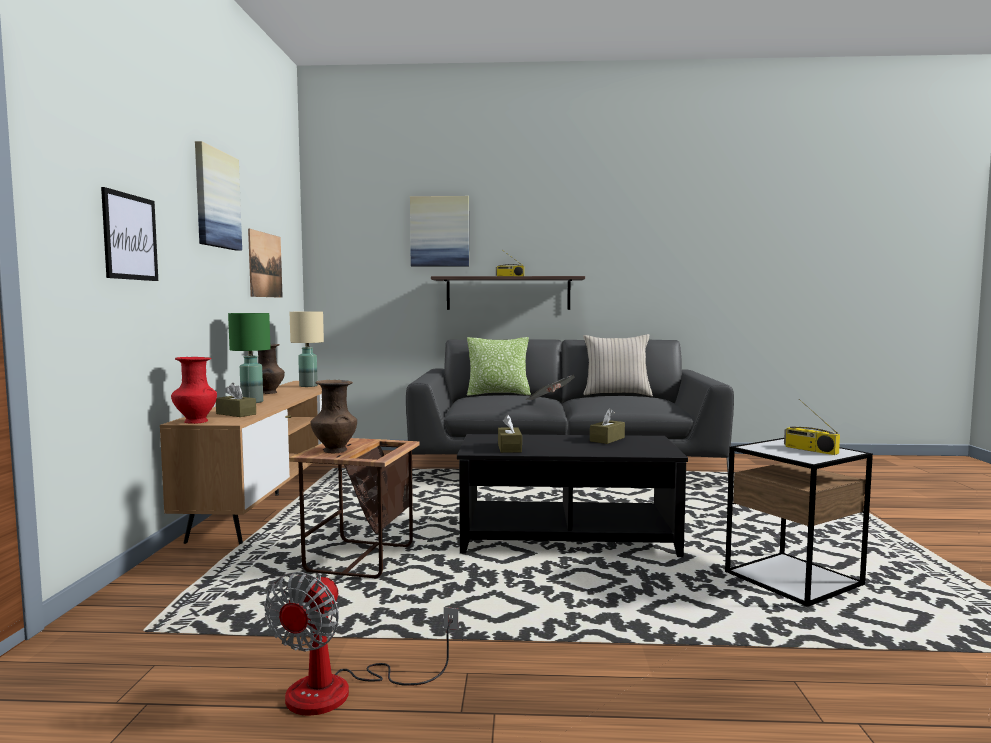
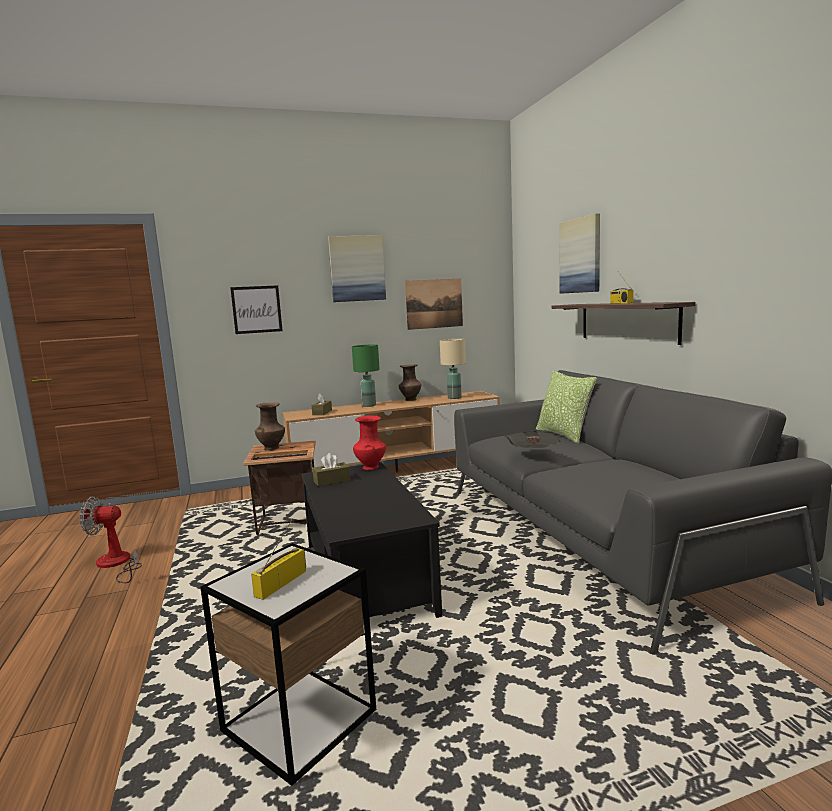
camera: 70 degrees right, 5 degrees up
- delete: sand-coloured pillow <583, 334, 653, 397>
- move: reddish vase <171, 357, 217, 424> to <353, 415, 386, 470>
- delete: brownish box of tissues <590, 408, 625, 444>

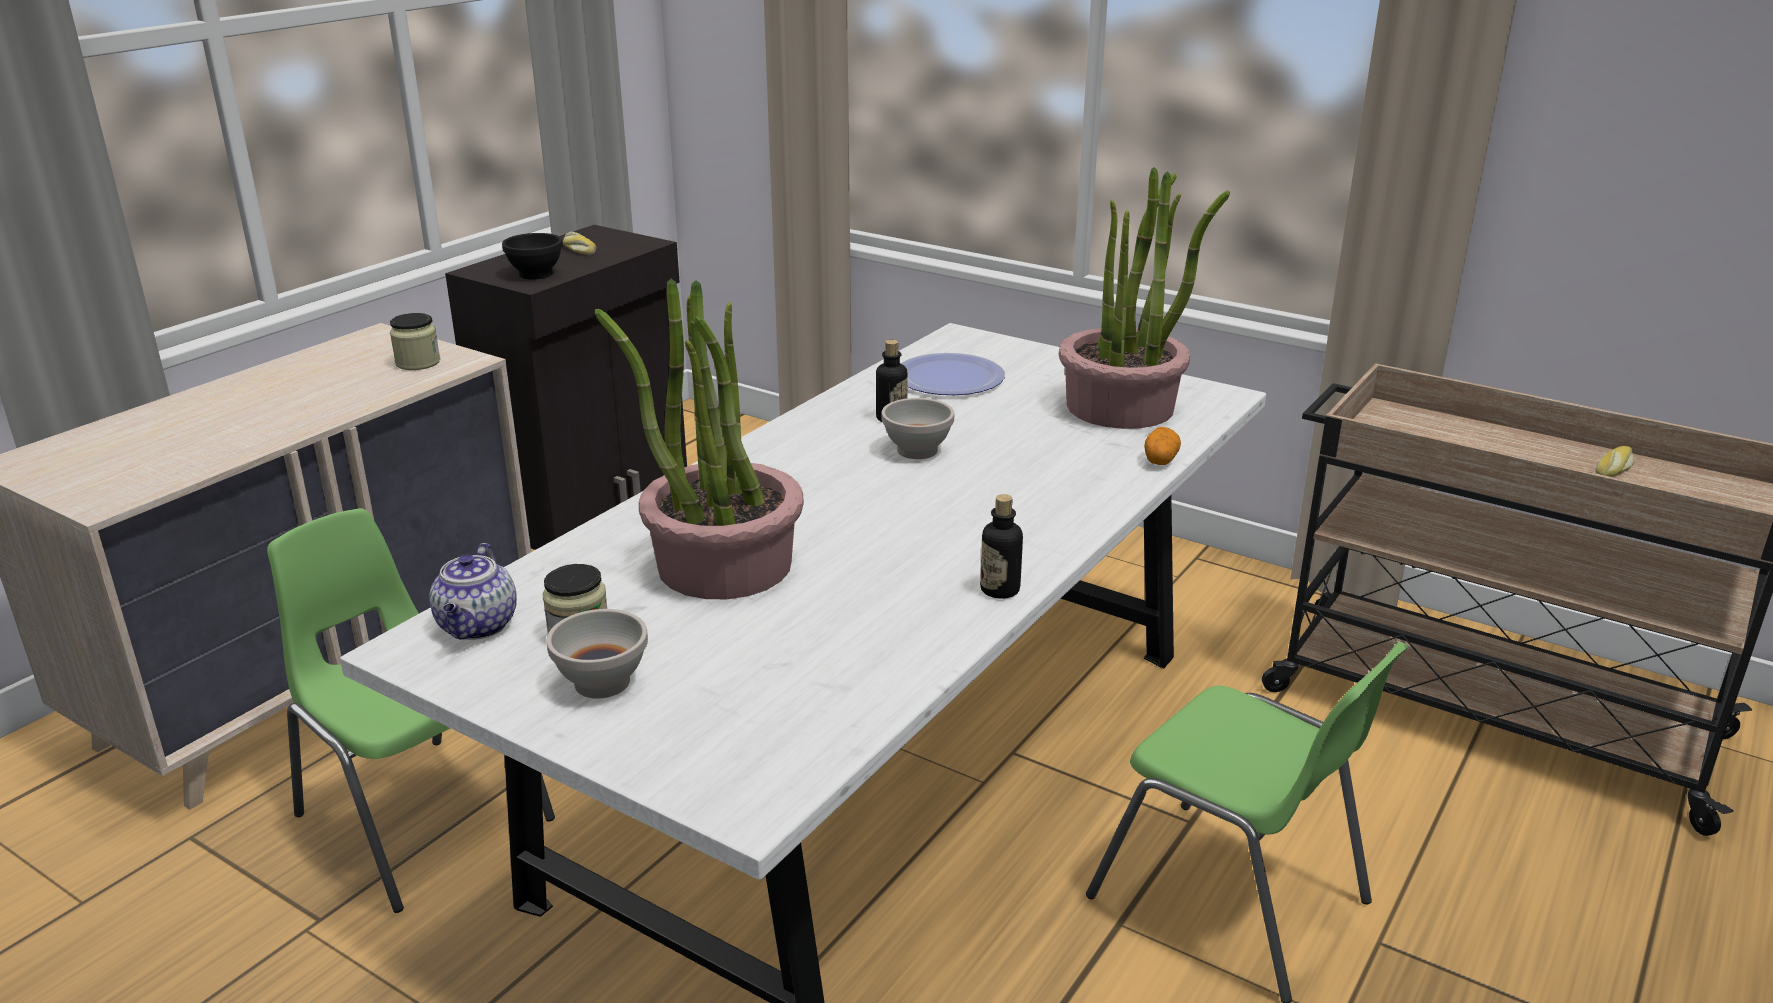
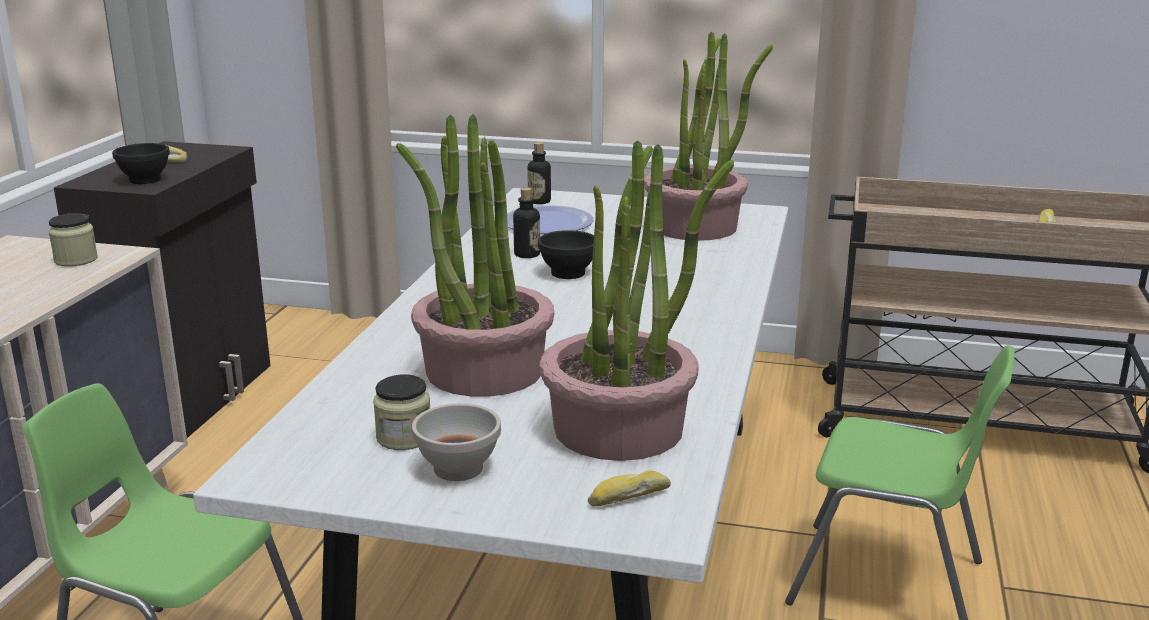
camera: 20 degrees left, 5 degrees down
- recolor: white deep dish <881, 398, 954, 459> to black deep dish <538, 230, 594, 279>
- delete: potato <1144, 427, 1181, 465>
- move: beverage bottle <980, 494, 1023, 599> to <527, 142, 551, 204>
- delete: tea pot <430, 543, 517, 640>
- insert: houseplant <540, 140, 734, 461>
- insert: bakery bread <588, 471, 671, 507>

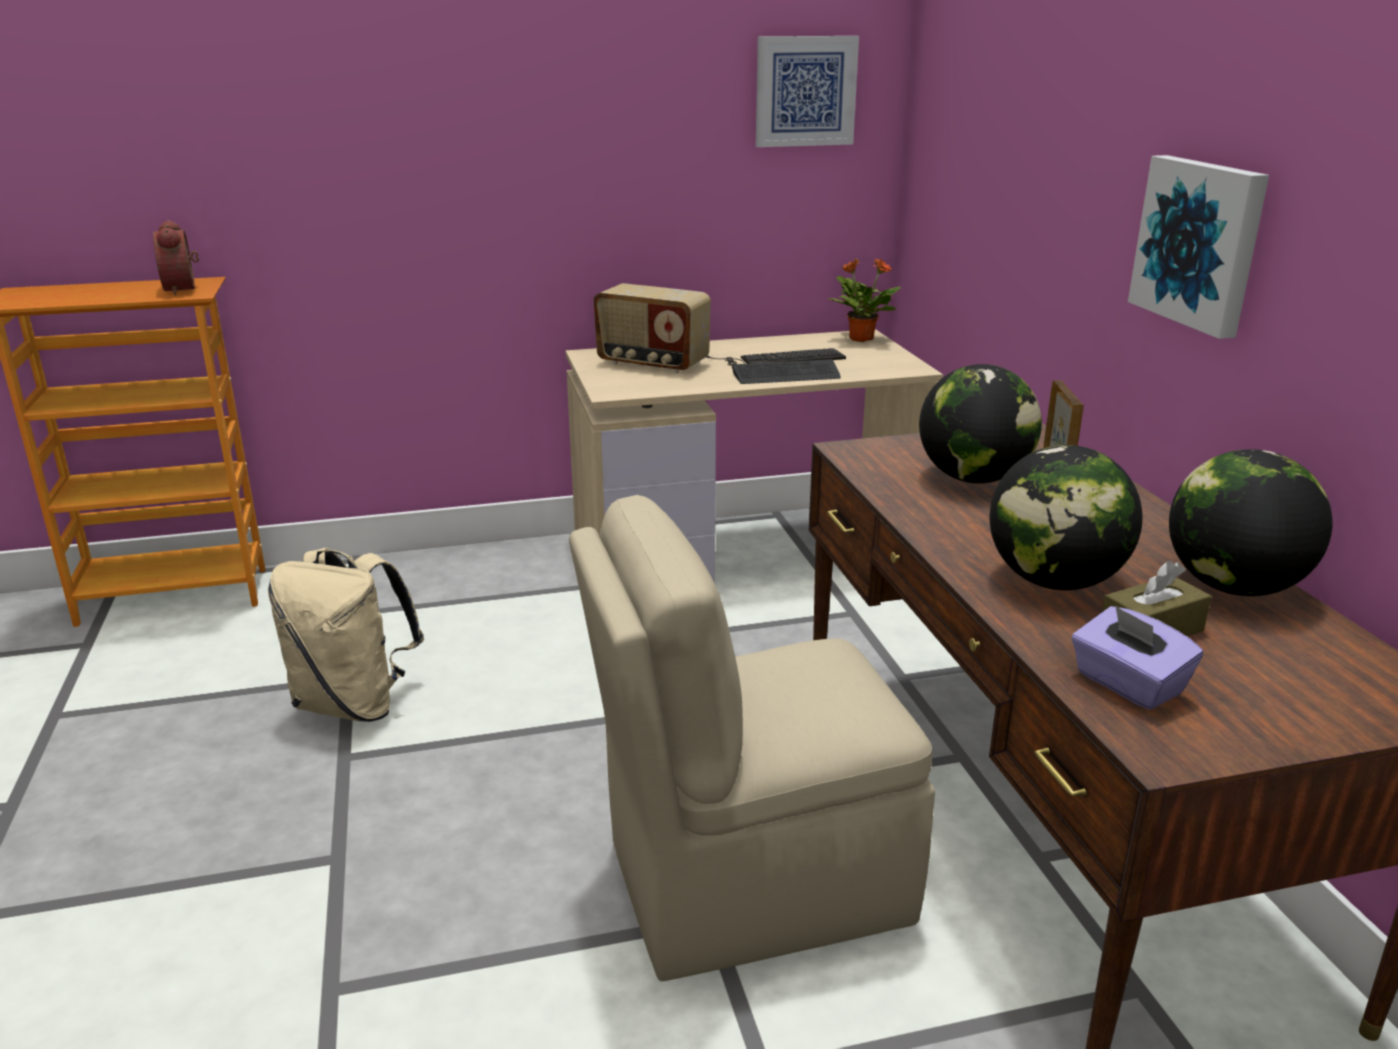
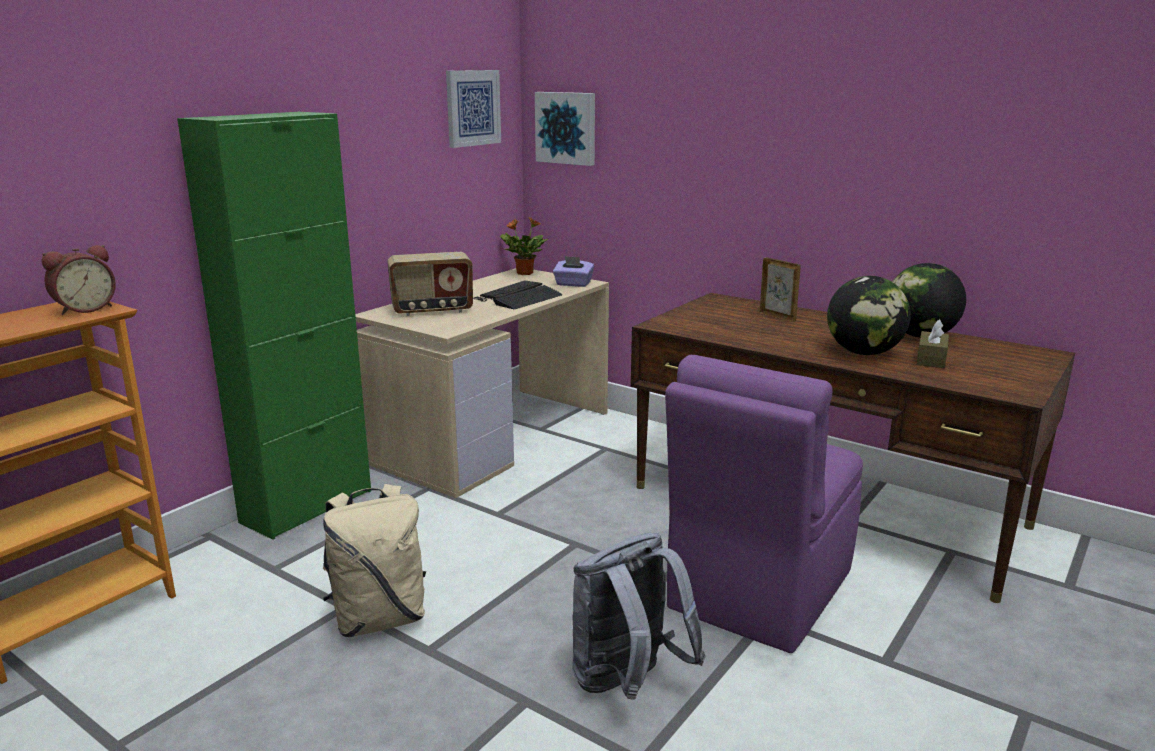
camera: 40 degrees left, 5 degrees down
- move: wall art <1128, 155, 1269, 339> to <535, 92, 595, 166>
- rotate: table clock <153, 220, 199, 295> = <42, 245, 116, 315> 75 degrees counterclockwise
- delete: world globe <919, 364, 1042, 484>
- recolor: sand-coloured chair <569, 495, 935, 981> to purplish chair <665, 355, 863, 653>
- move: purplish box of tissues <1071, 605, 1203, 710> to <553, 256, 594, 287>
- insert: green-coloured storage cabinet <177, 112, 371, 540>
- insert: greyish backpack <572, 533, 706, 700>

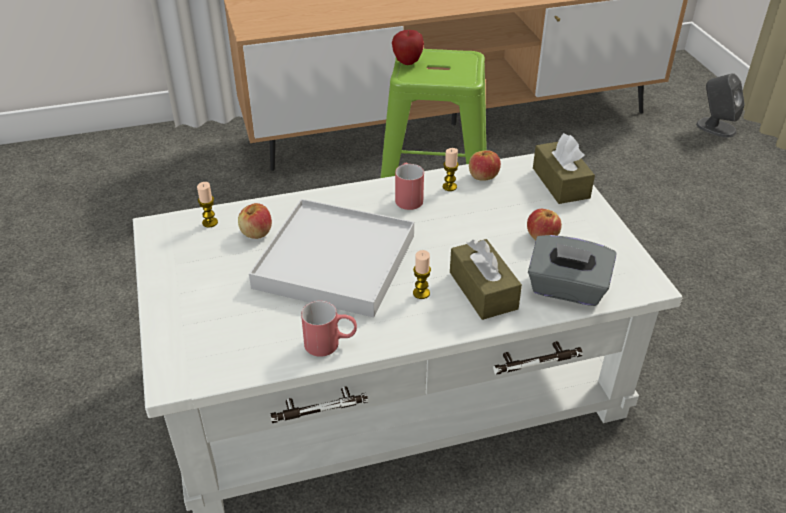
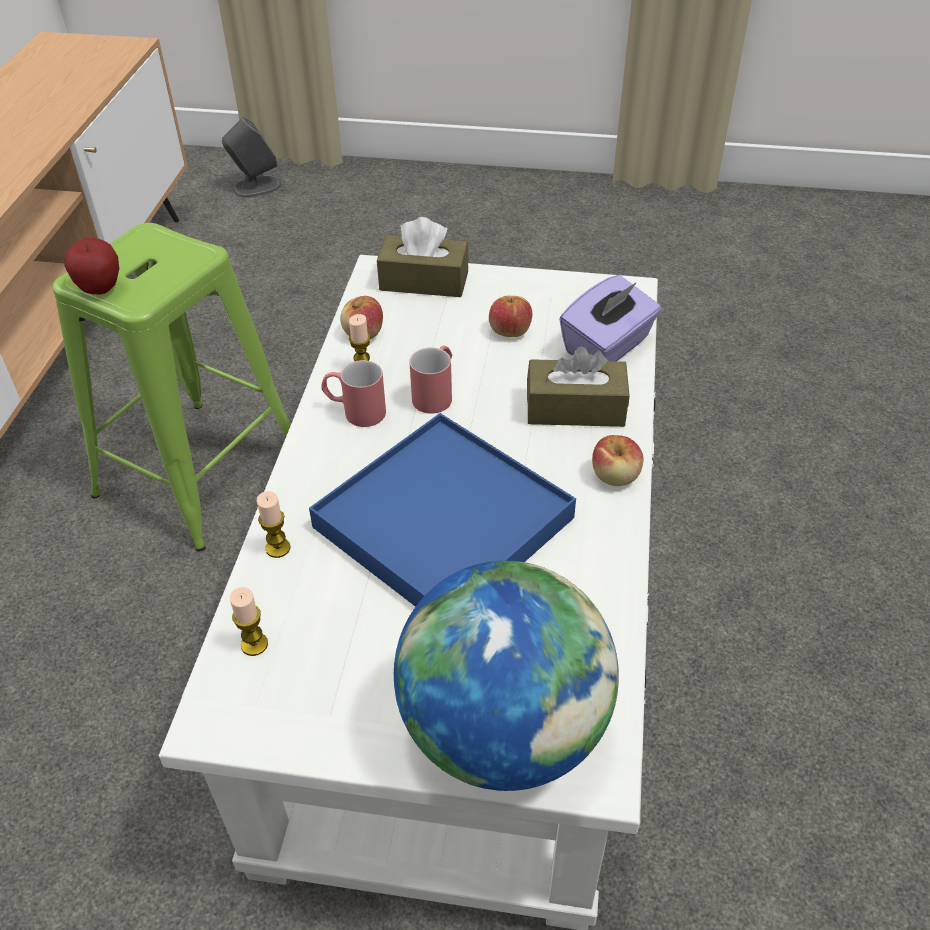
camera: 65 degrees left, 5 degrees up
- recolor: white serving tray <249, 199, 414, 318> to blue-coloured serving tray <309, 413, 576, 607>
- move: whole apple <238, 203, 272, 239> to <592, 435, 644, 486>
- recolor: greyish box of tissues <528, 235, 617, 306> to purplish box of tissues <559, 275, 661, 361>
- move: wax light <413, 250, 431, 299> to <257, 491, 290, 558>
- move: reddish mug <301, 301, 357, 357> to <409, 346, 452, 414>
- insert: world globe <394, 561, 619, 791>

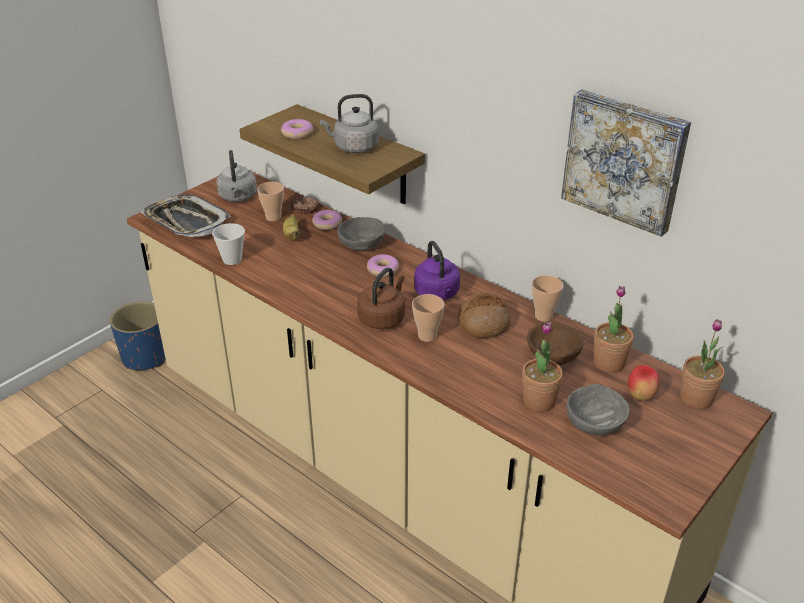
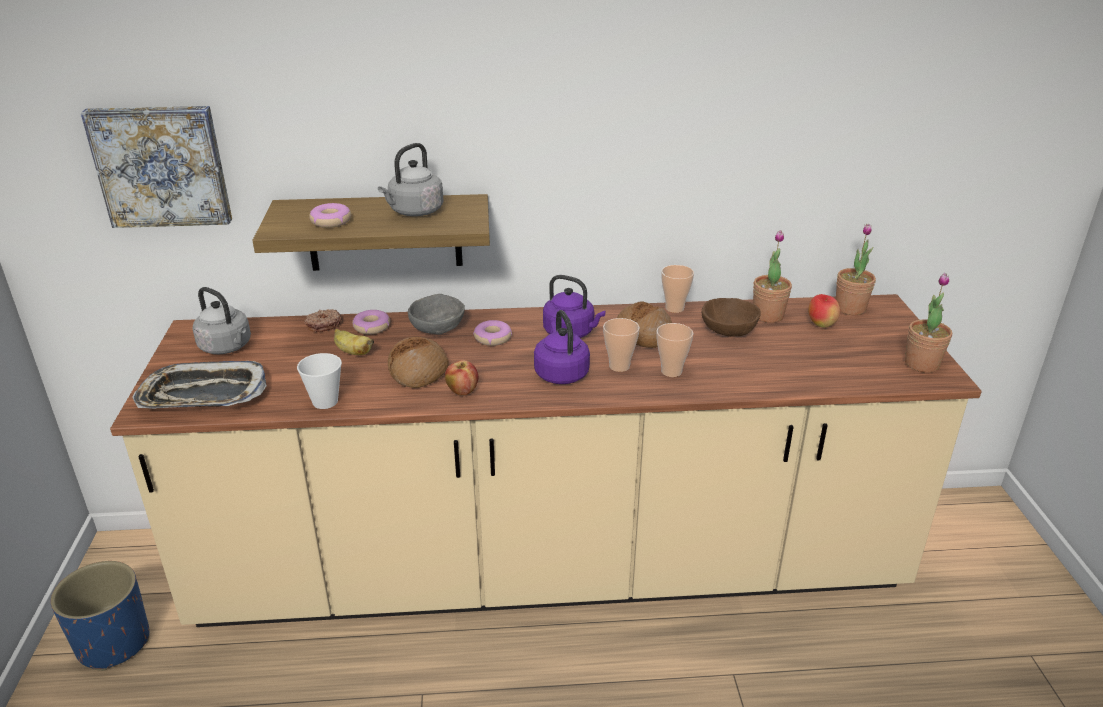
camera: 45 degrees left, 5 degrees down
- move: wall art <561, 89, 691, 237> to <81, 106, 232, 228>
- move: small cup <257, 182, 284, 221> to <656, 323, 694, 377>
- recolor: brownish tea kettle <357, 267, 405, 329> to purplish tea kettle <534, 310, 590, 384>
- move: houseplant <522, 322, 563, 412> to <905, 273, 952, 373>
- delete: greyish deep dish <567, 384, 629, 436>
- insert: bakery bread <388, 337, 448, 388>
- insert: whole apple <445, 360, 478, 396>

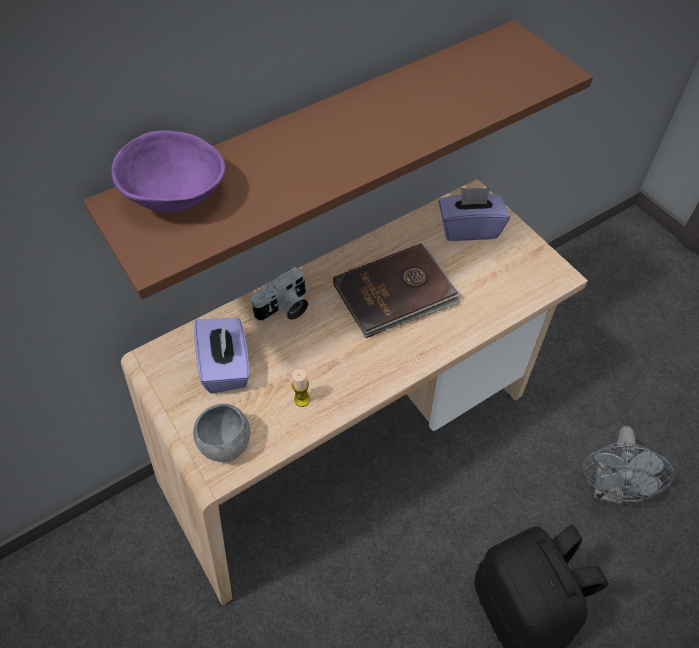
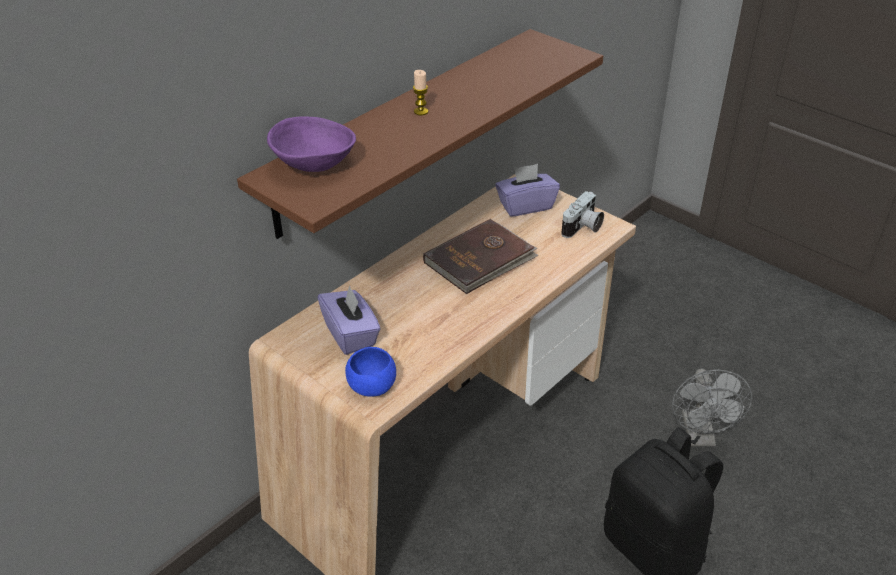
camera: 15 degrees left, 15 degrees down
- move: photo camera <251, 267, 308, 321> to <561, 191, 604, 238>
- move: wax light <292, 369, 310, 407> to <413, 70, 428, 115>
- recolor: greyish deep dish <193, 404, 250, 462> to blue-coloured deep dish <345, 347, 396, 397>

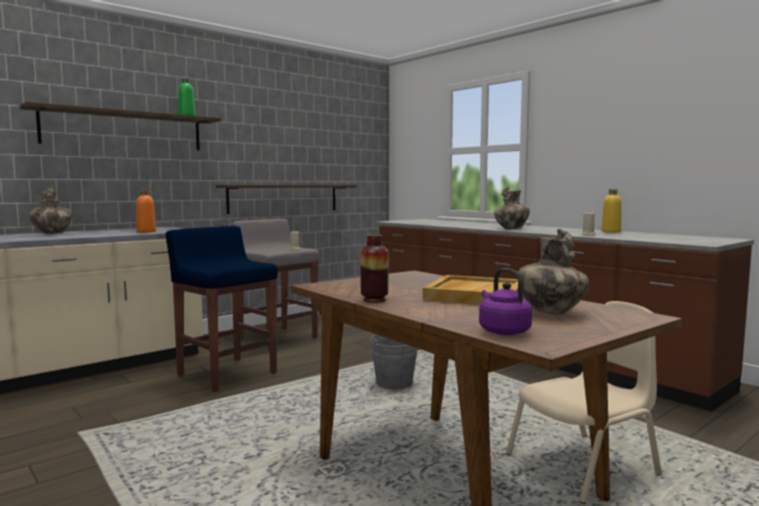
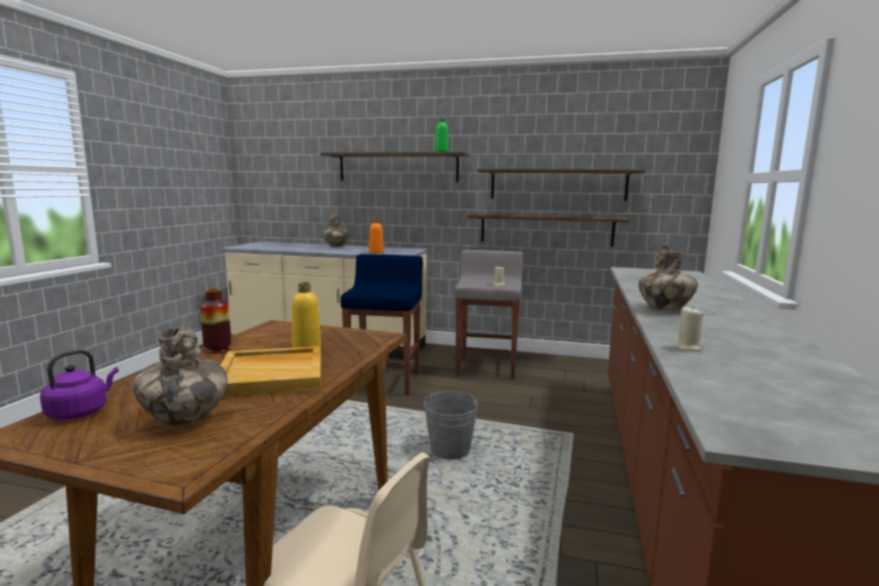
camera: 55 degrees right, 5 degrees up
- move: yellow beverage bottle <601, 189, 622, 233> to <292, 282, 321, 348>
- insert: shelf <477, 169, 645, 201>

